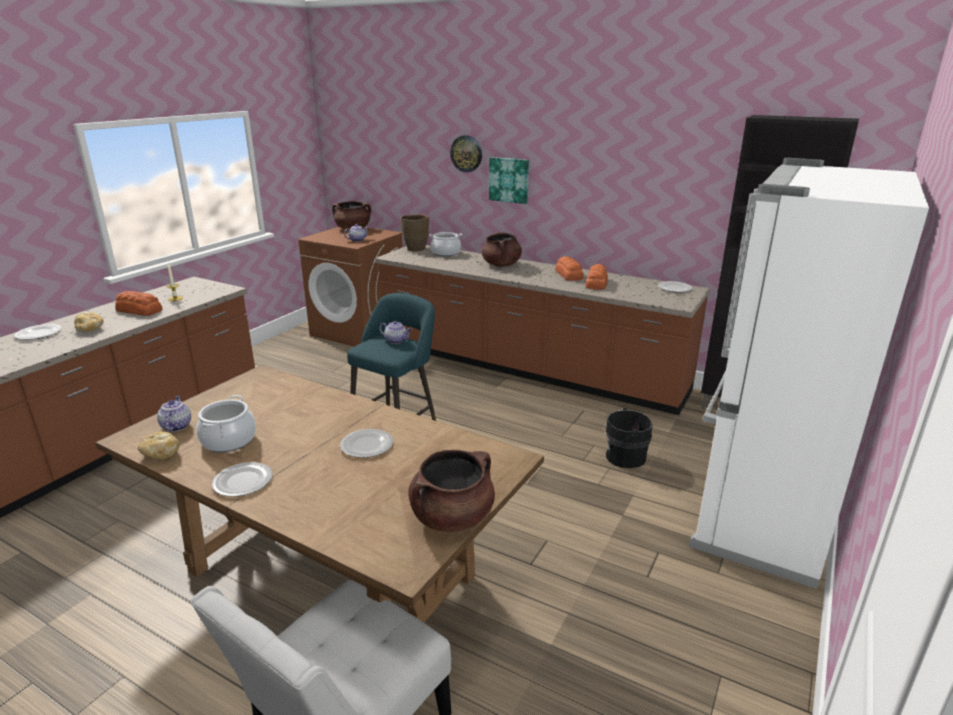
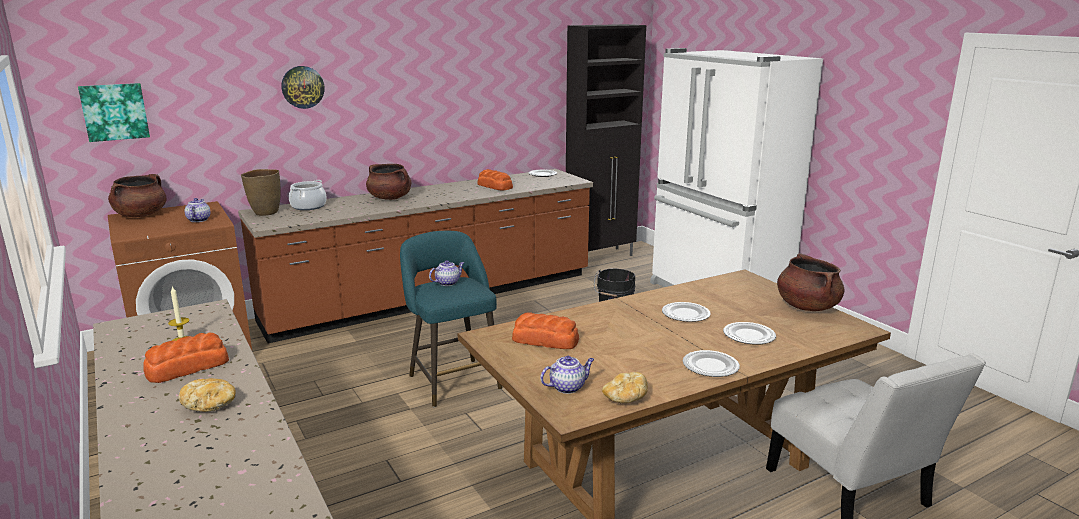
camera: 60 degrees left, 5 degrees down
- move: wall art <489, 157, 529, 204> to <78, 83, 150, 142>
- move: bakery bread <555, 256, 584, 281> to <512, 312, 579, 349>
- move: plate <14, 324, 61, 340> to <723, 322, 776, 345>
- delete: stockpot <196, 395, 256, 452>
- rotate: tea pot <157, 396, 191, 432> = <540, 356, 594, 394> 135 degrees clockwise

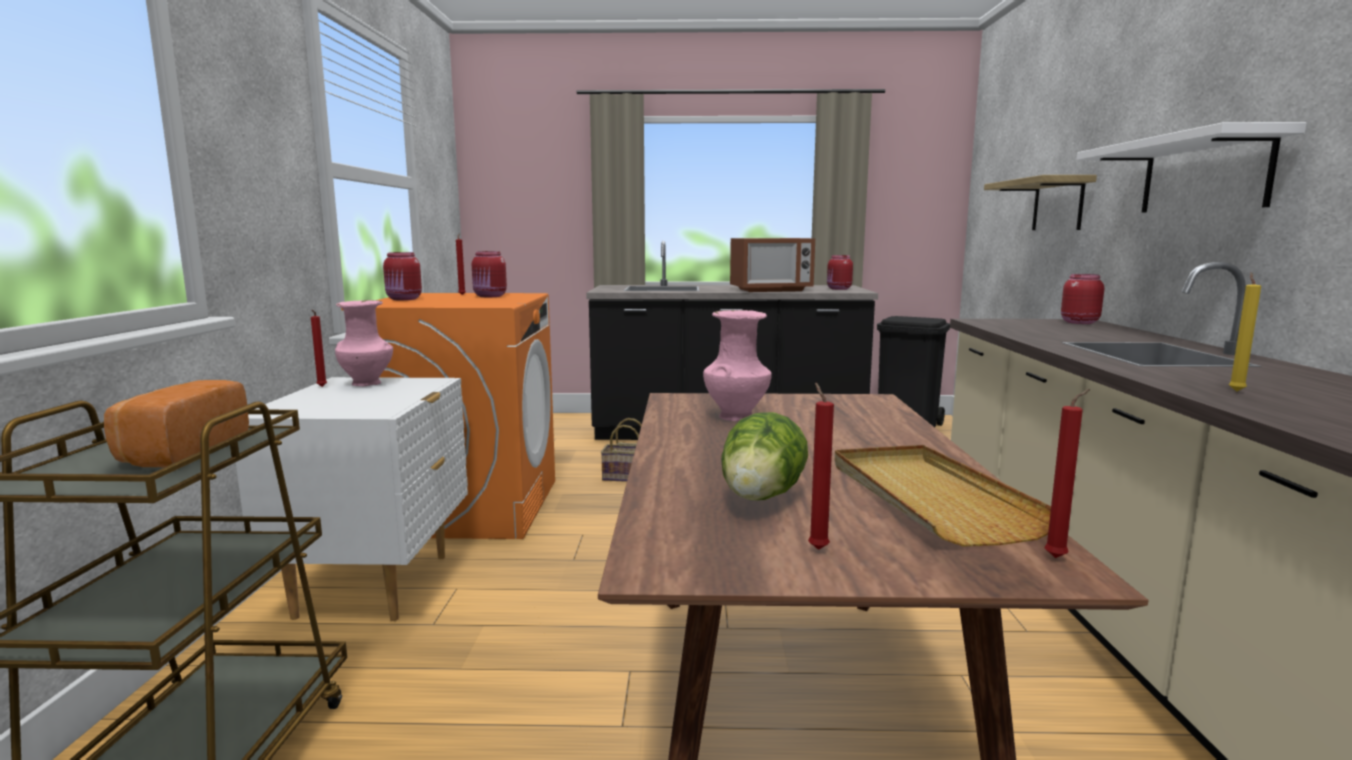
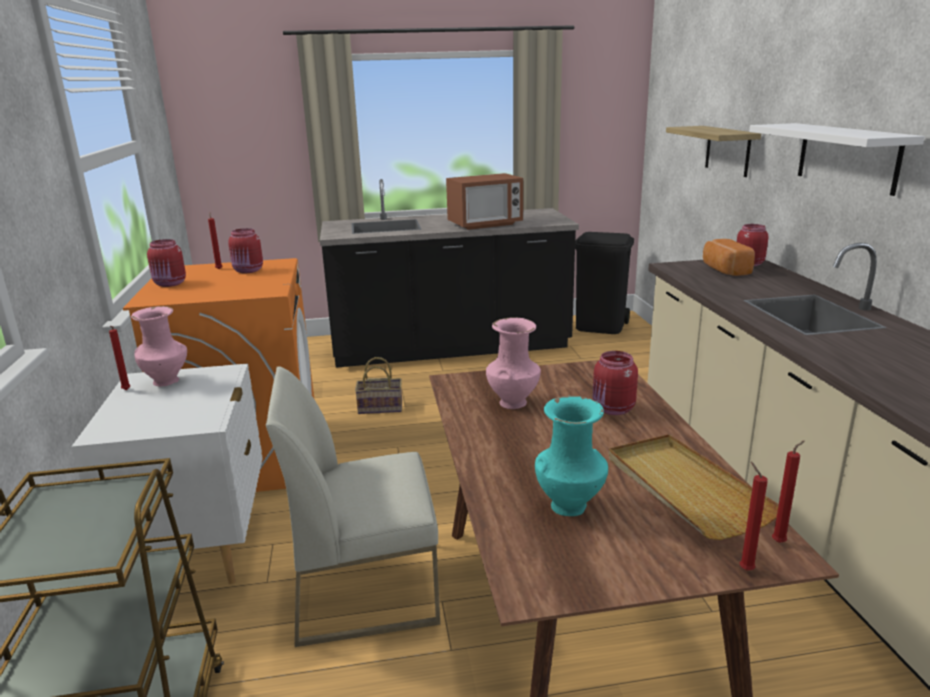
camera: 10 degrees left, 10 degrees up
- move: reddish preserve jar <827, 255, 853, 290> to <593, 351, 638, 415>
- delete: yellow wax light <1229, 272, 1261, 392>
- move: bakery bread <104, 380, 249, 467> to <703, 239, 755, 276>
- move: reddish wax light <808, 383, 834, 550> to <740, 462, 768, 570>
- replace: lettuce head <721, 412, 808, 500> to turquoise-coloured vase <535, 396, 608, 516>
- insert: white chair <266, 367, 440, 647>

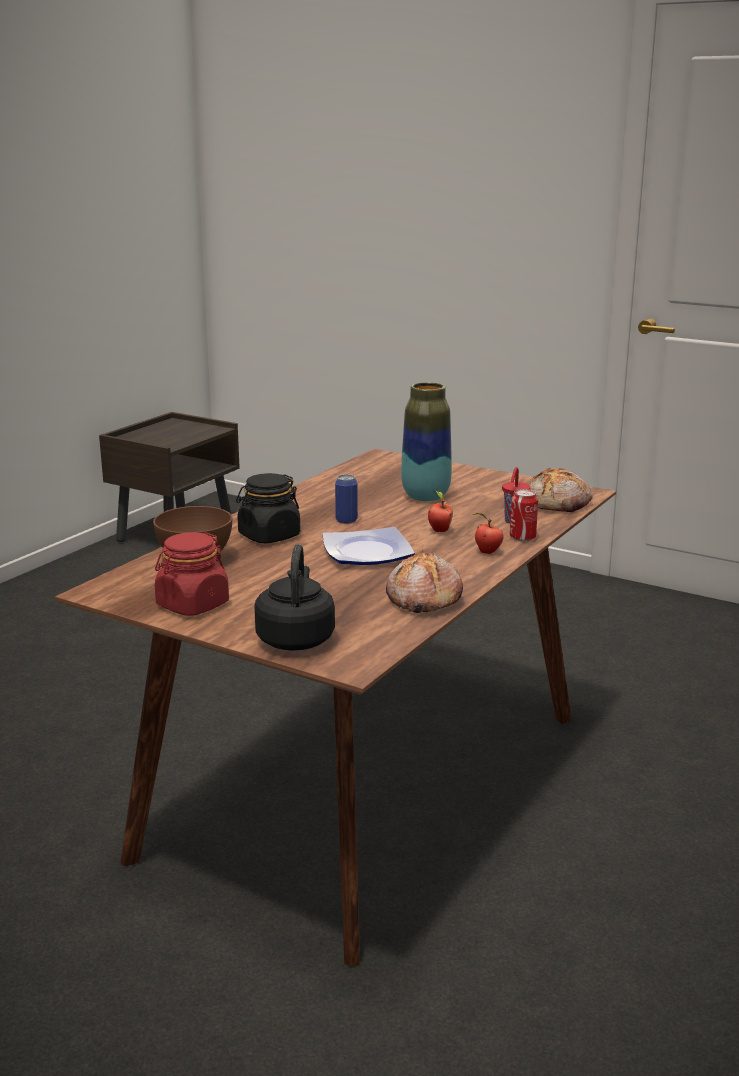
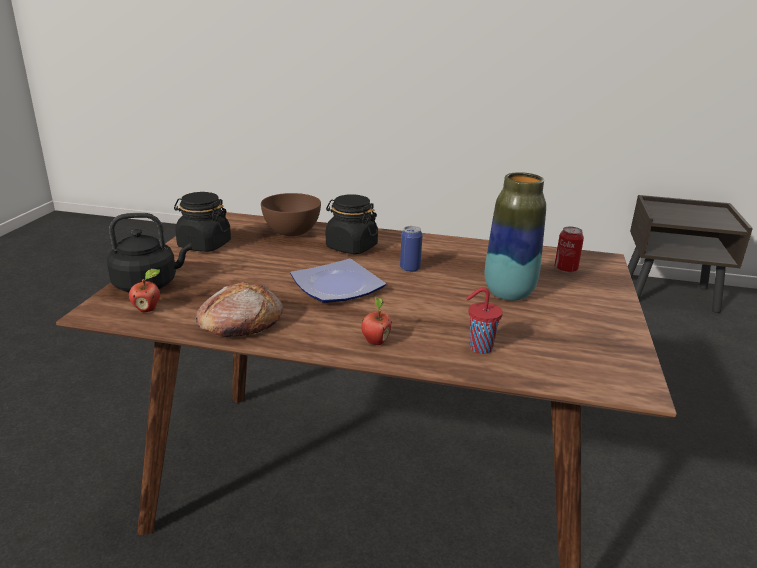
camera: 70 degrees right, 5 degrees up
- delete: bakery bread <528, 467, 592, 512>
- move: sealed can <510, 489, 538, 541> to <555, 227, 584, 273>
- move: whole apple <428, 491, 453, 532> to <129, 269, 160, 312>
- recolor: reddish preserve jar <155, 532, 229, 616> to black preserve jar <174, 192, 231, 252>

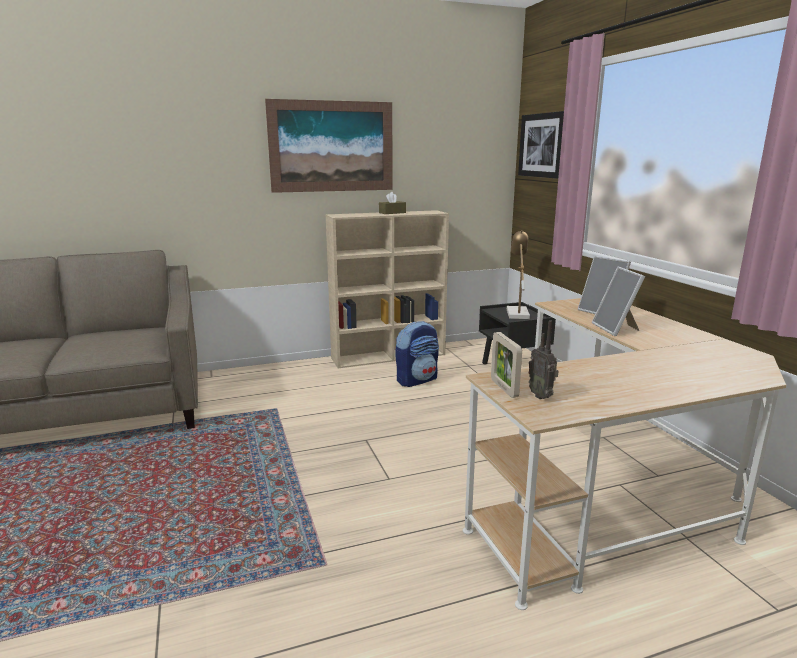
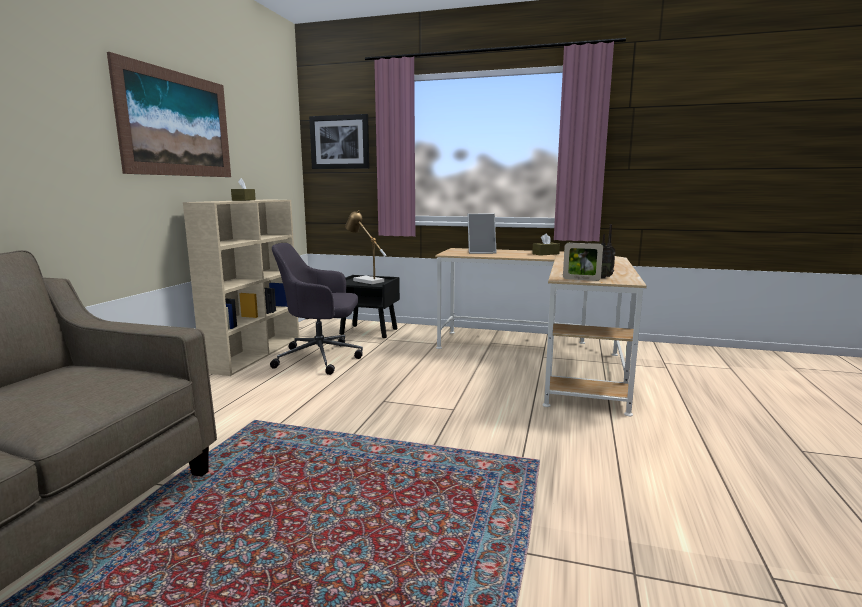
camera: 55 degrees left, 5 degrees down
- delete: standing frame <592, 267, 645, 336>
- replace: backpack <396, 321, 439, 387> to greyish office chair <270, 243, 363, 375>
- insert: brownish box of tissues <532, 233, 560, 256>

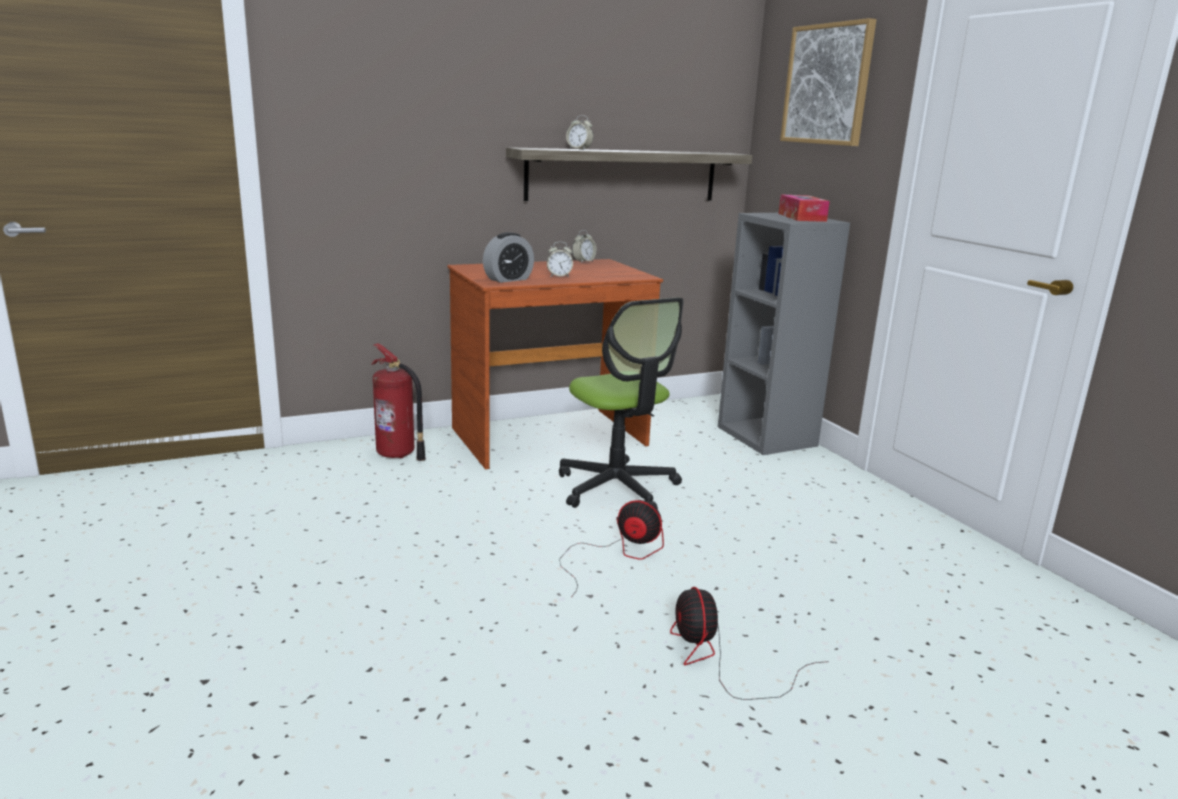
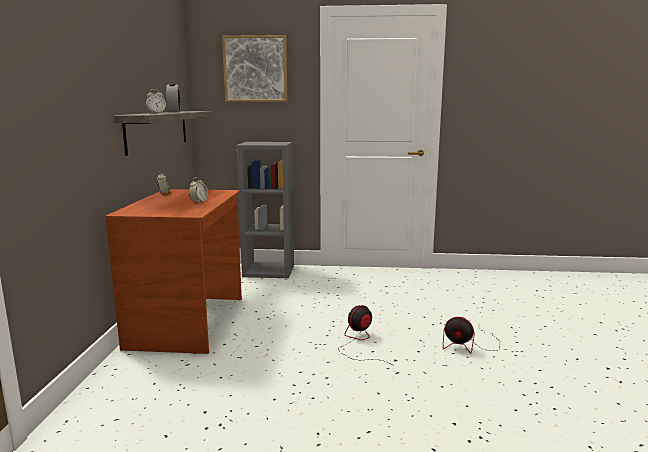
camera: 60 degrees left, 5 degrees down
- delete: box of tissues <779, 195, 830, 222>
- move: table clock <483, 232, 534, 283> to <166, 83, 181, 112>
- delete: office chair <559, 297, 684, 510>
- delete: fire-fighting cylinder <371, 343, 426, 461>

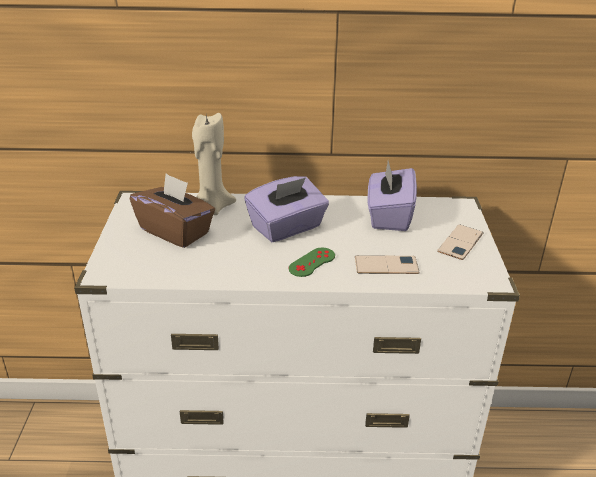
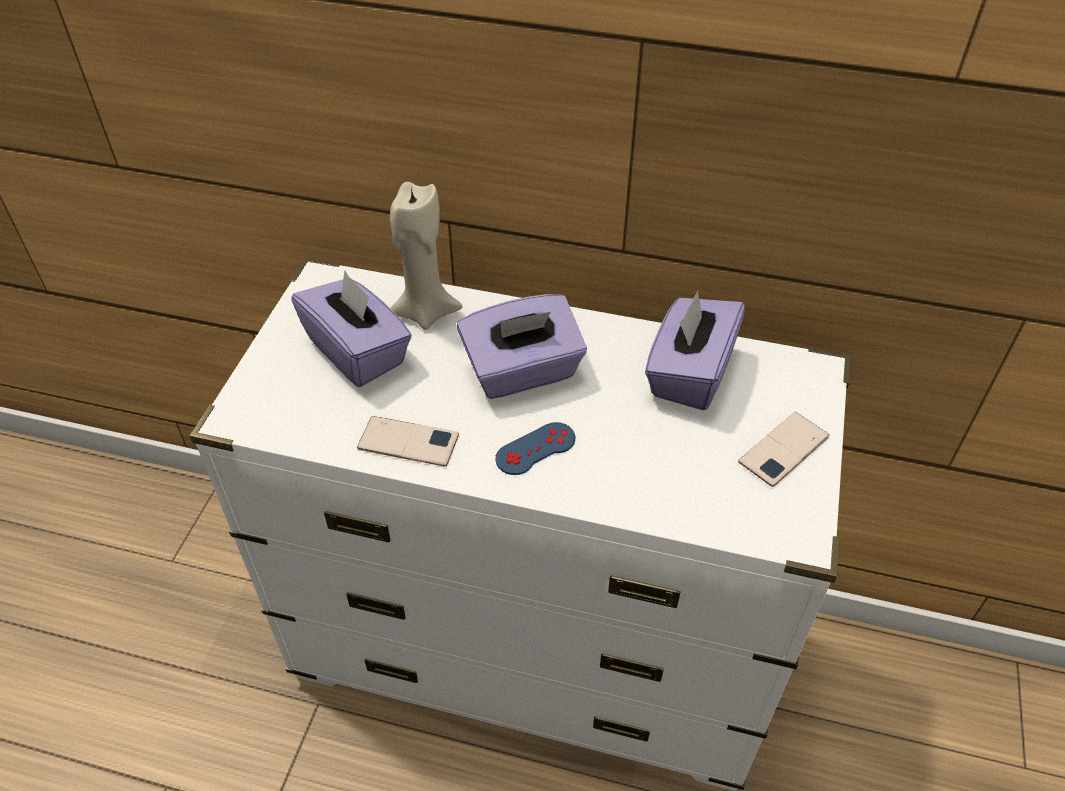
camera: 15 degrees right, 15 degrees up
- recolor: brownish box of tissues <130, 173, 215, 248> to purplish box of tissues <291, 271, 412, 387>
- recolor: green-coloured gamepad <288, 248, 335, 277> to blue-coloured gamepad <495, 422, 575, 475>
- move: telephone <355, 255, 420, 274> to <357, 416, 459, 466>

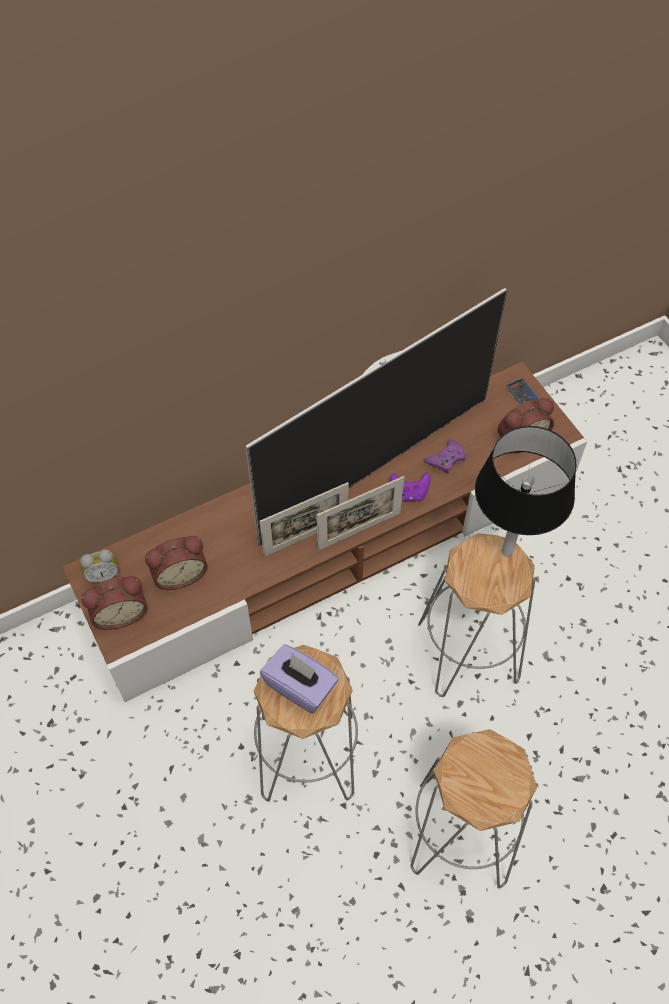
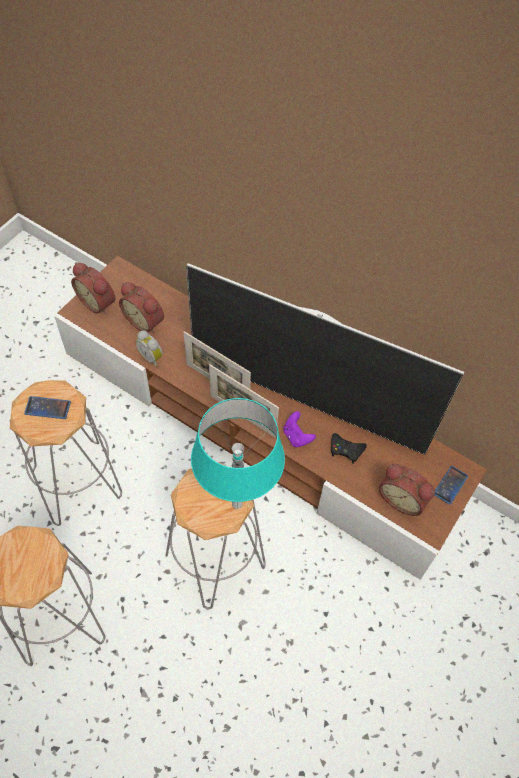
camera: 60 degrees right, 0 degrees up
- recolor: black tabletop lamp <475, 426, 576, 556> to turquoise-coloured tabletop lamp <191, 398, 285, 509>
- recolor: purplish gamepad <424, 440, 466, 474> to black gamepad <331, 433, 367, 464>
- move: table clock <80, 549, 120, 584> to <136, 330, 163, 367>
- replace: purplish box of tissues <260, 644, 338, 714> to telephone <24, 396, 71, 419>

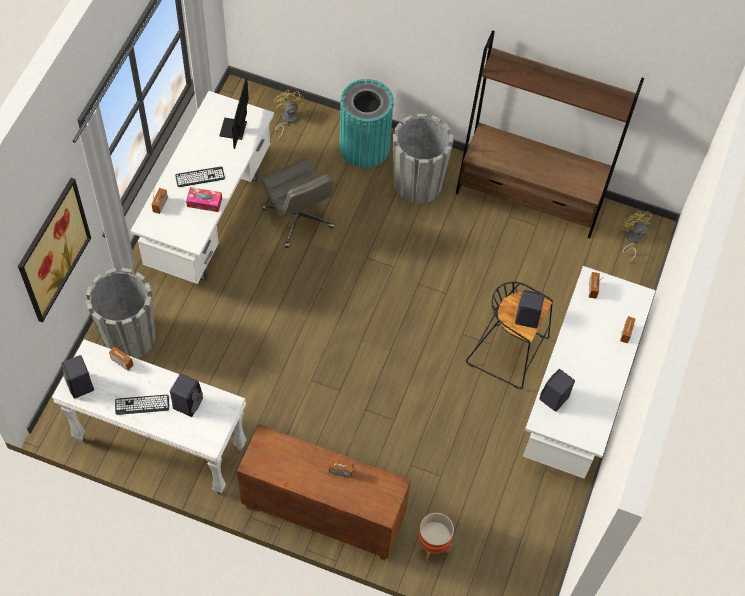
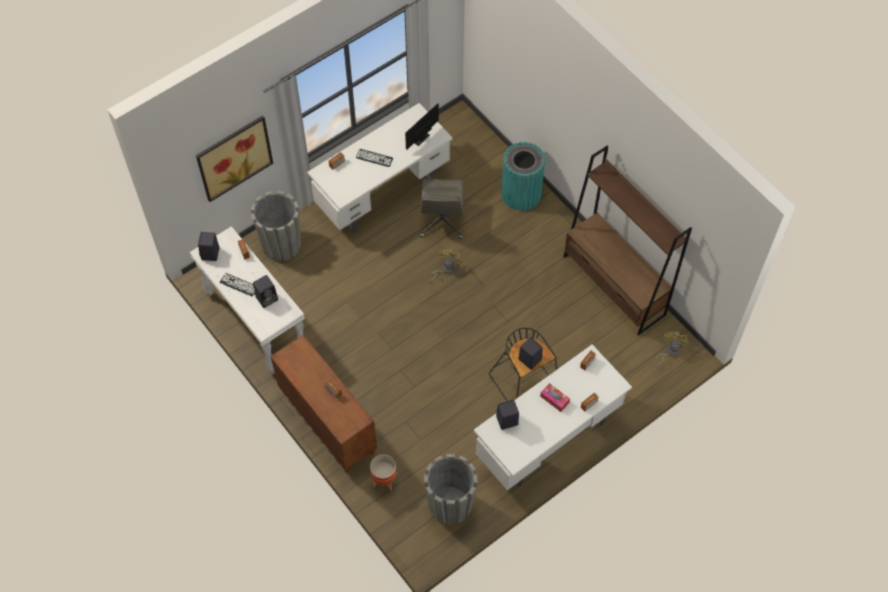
camera: 35 degrees right, 0 degrees up
- move: yellow electric fan <274, 90, 304, 140> to <429, 249, 463, 282>
- move: greyish plant pot <393, 114, 453, 204> to <424, 454, 477, 525>
- move: box of tissues <186, 187, 222, 212> to <540, 383, 570, 412>

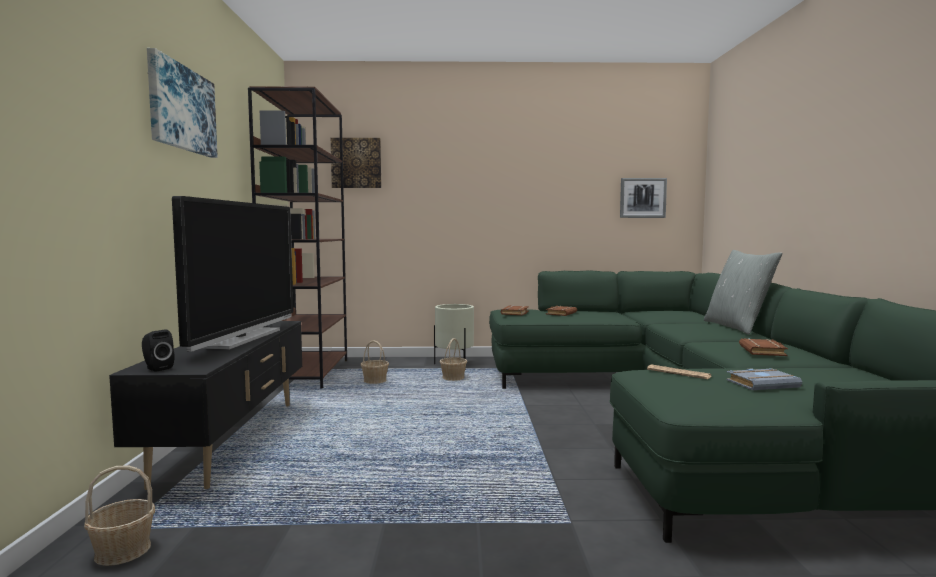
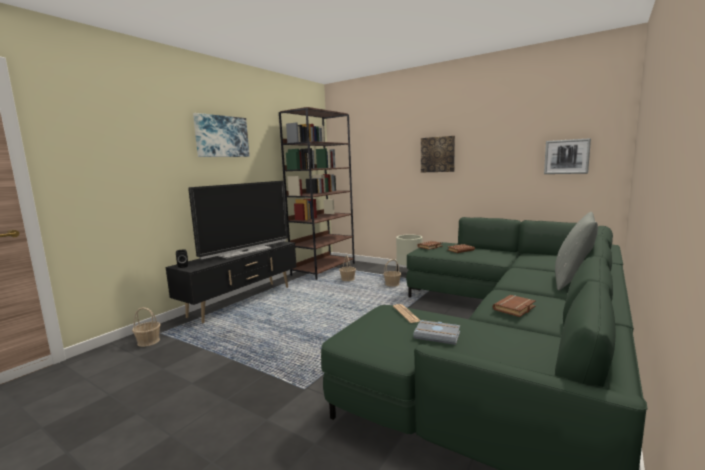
camera: 35 degrees right, 5 degrees up
- move: wall art <331, 138, 381, 188> to <421, 136, 455, 172>

